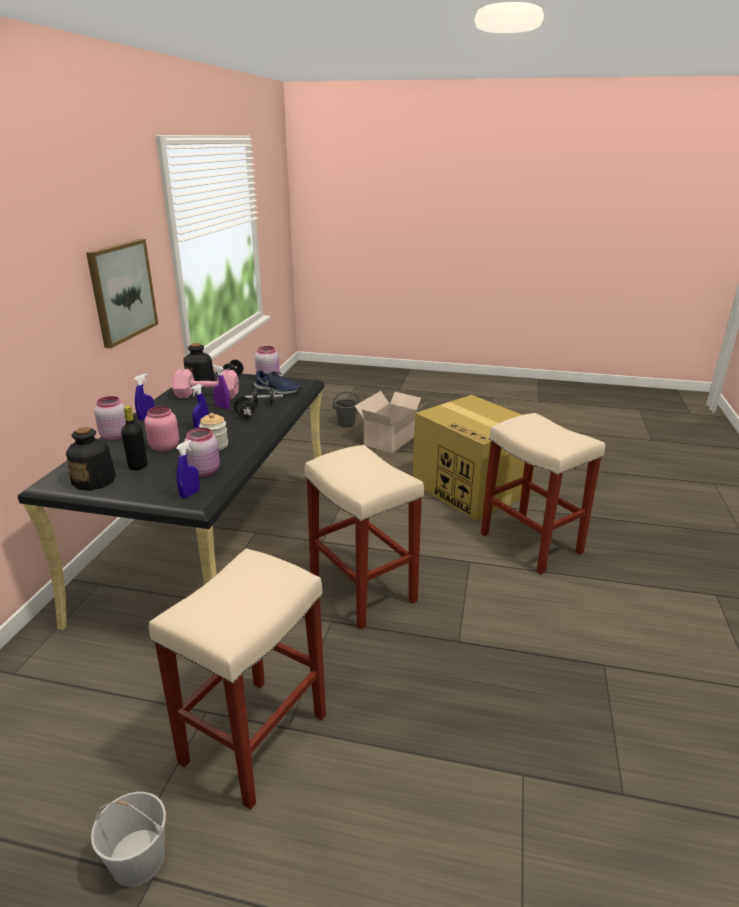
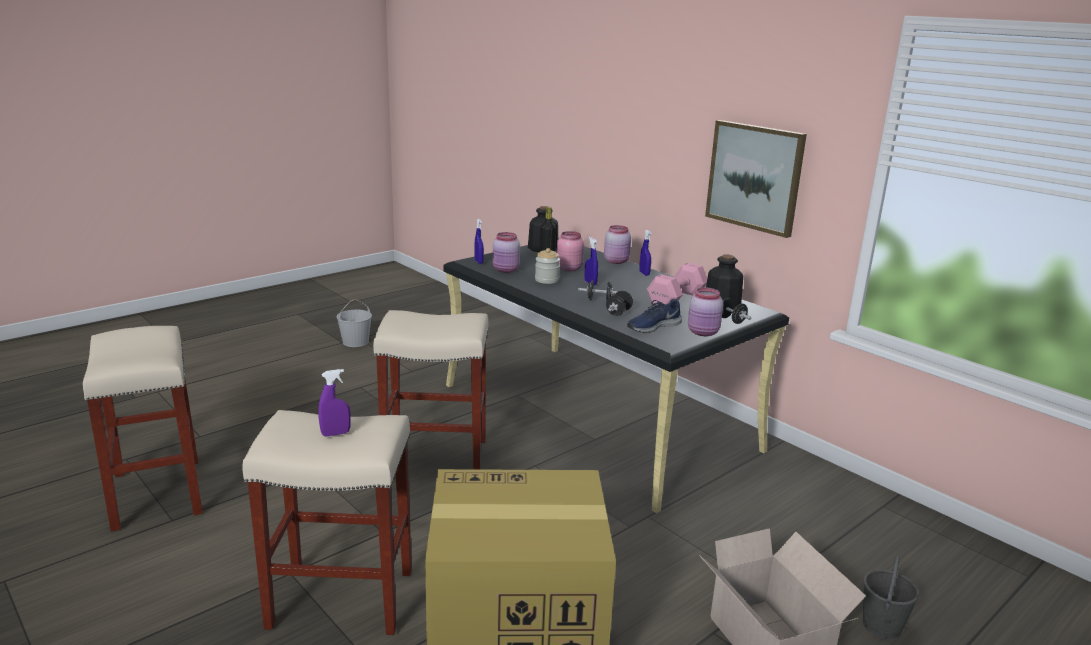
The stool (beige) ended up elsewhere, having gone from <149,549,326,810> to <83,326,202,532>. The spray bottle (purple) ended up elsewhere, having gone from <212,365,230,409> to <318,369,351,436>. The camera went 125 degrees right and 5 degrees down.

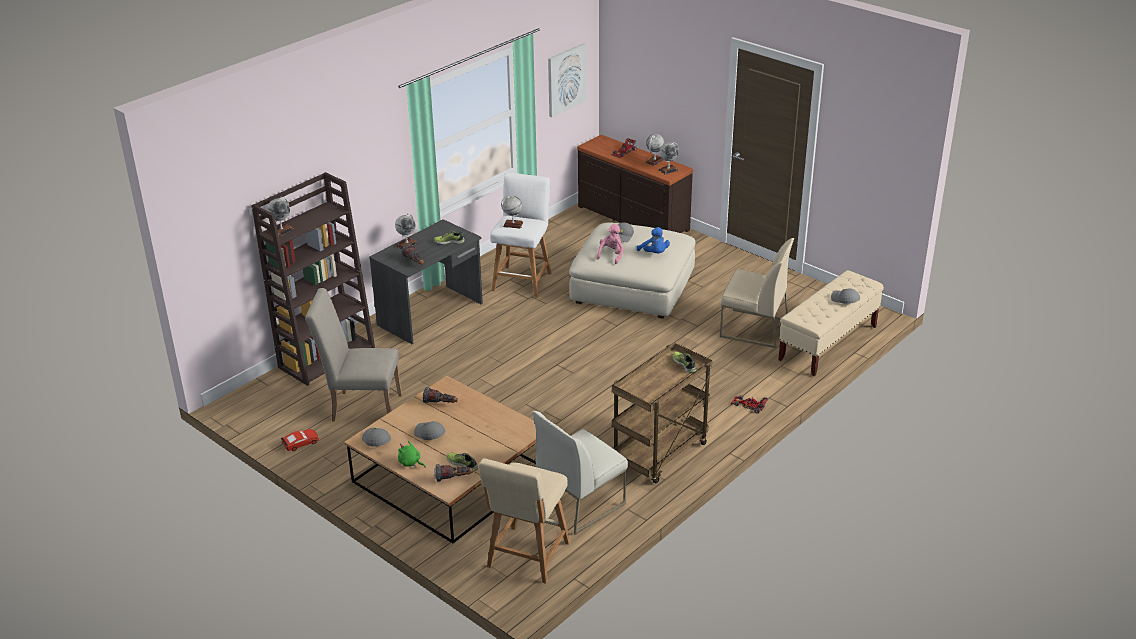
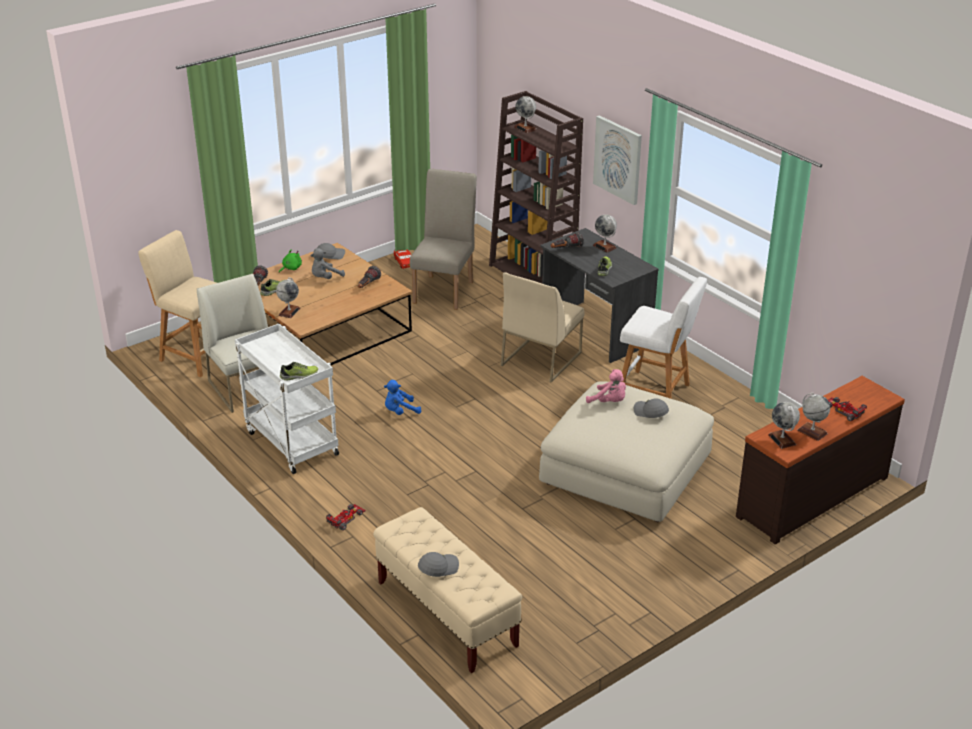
The globe ended up elsewhere, having gone from <501,196,523,229> to <276,278,301,318>. The picture ended up elsewhere, having gone from <548,43,586,117> to <593,115,642,205>. The plush toy (blue) ended up elsewhere, having gone from <637,227,670,253> to <384,380,421,415>. The chair (beige) ended up elsewhere, having gone from <720,238,794,348> to <501,272,585,382>. Where the cap (grey) stood at <414,421,445,440>, the plush toy (grey) came to stand at <310,248,345,279>. What was the cart (brown) at <612,342,712,484> turned into the cart (white) at <235,324,339,474>. The camera went 100 degrees right and 0 degrees up.

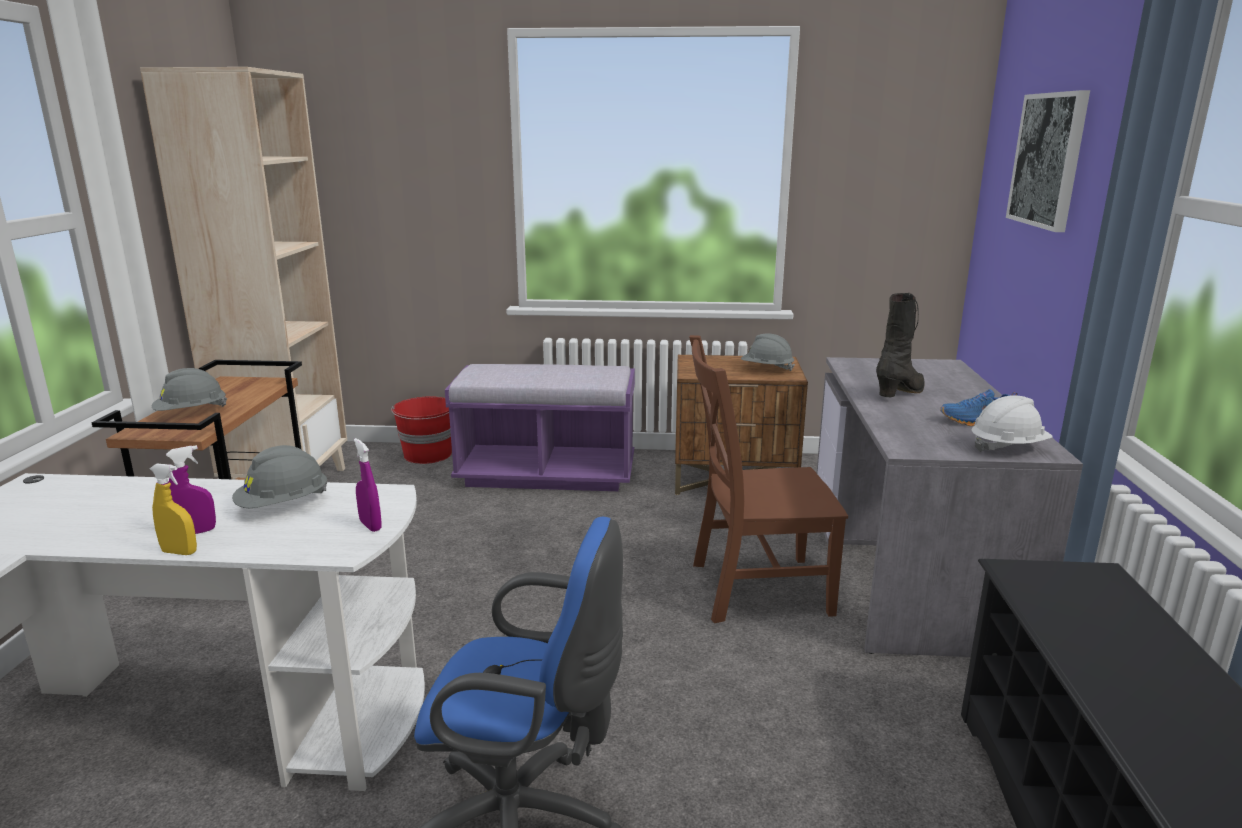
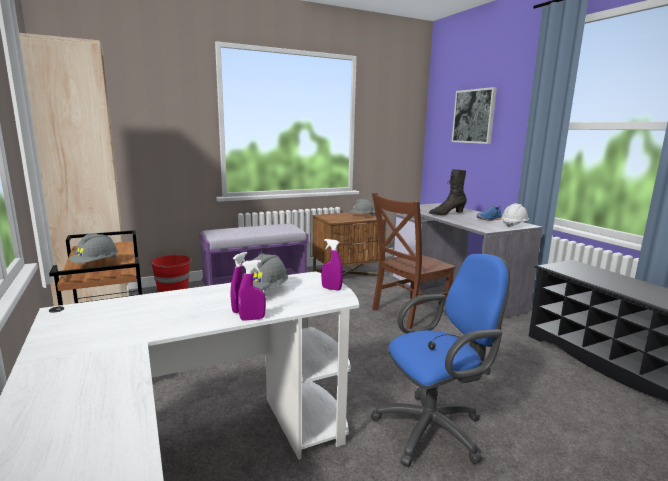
What was the spray bottle (yellow) at <150,464,197,555> turned into the spray bottle (purple) at <238,260,266,321>. The boot (black) at <876,293,925,397> ended up facing another way, 120 degrees counterclockwise from before. The camera went 30 degrees left and 5 degrees down.

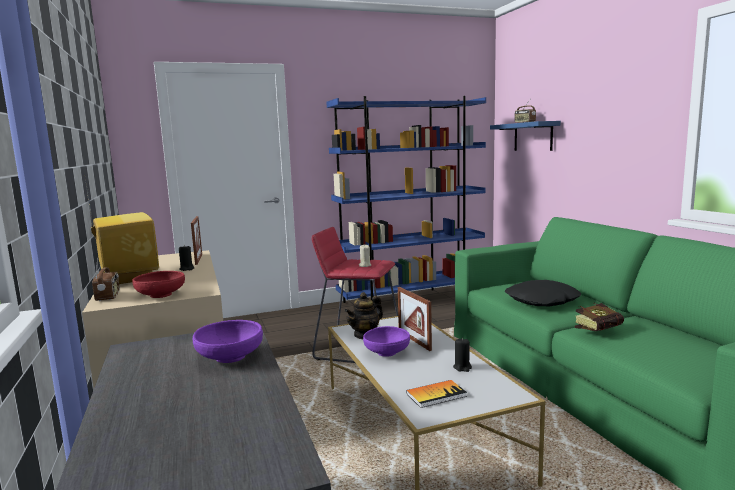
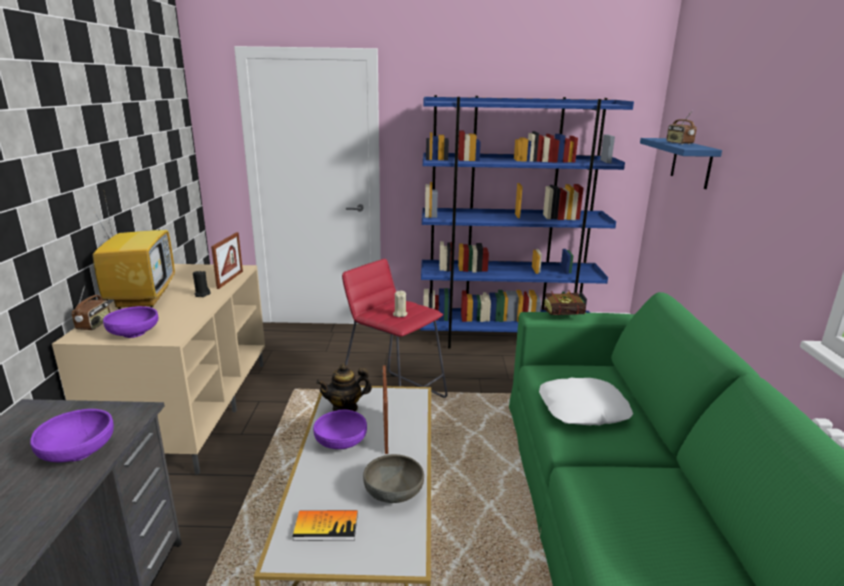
The book ended up elsewhere, having gone from <575,302,624,331> to <543,291,586,315>. Where the candle (black) stood at <453,338,472,372>, the bowl (grey) came to stand at <363,454,424,503>. What was the bowl (red) at <132,271,185,298> turned into the bowl (purple) at <103,306,158,338>. What was the pillow (black) at <505,280,581,306> turned into the pillow (white) at <539,377,633,426>. The camera went 20 degrees right and 10 degrees up.

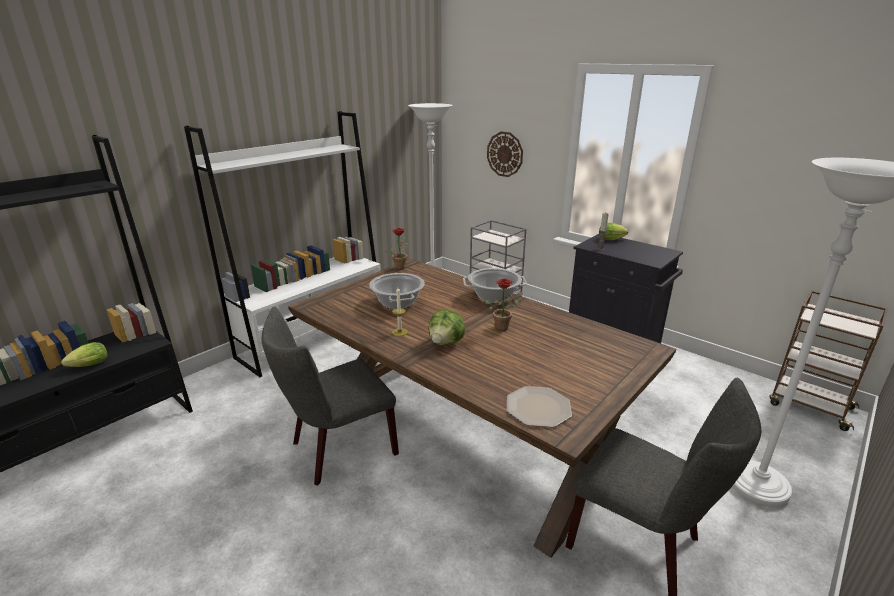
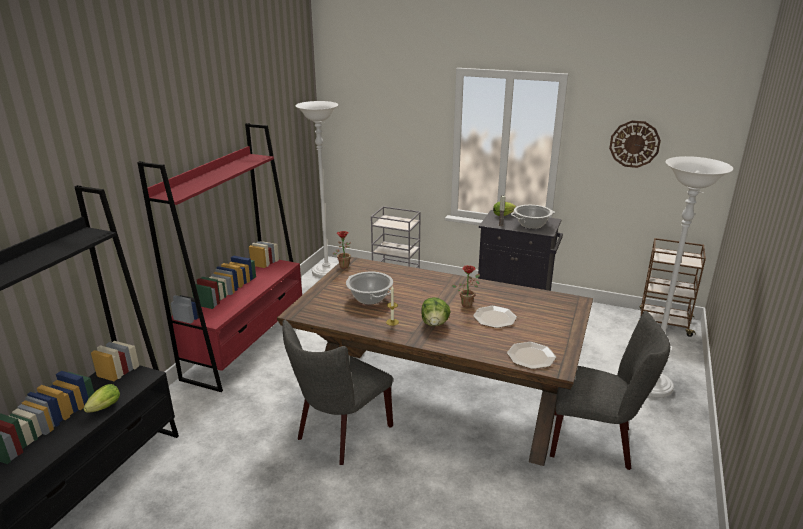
The second view gained the plate at <473,306,517,328>. The cooking pot ended up elsewhere, having gone from <463,268,527,304> to <511,205,555,229>. The wall clock ended up elsewhere, having gone from <487,132,523,177> to <609,120,661,168>. What was the bookcase (white) at <184,111,381,377> turned into the bookcase (red) at <137,123,302,392>. The camera went 20 degrees left and 0 degrees up.

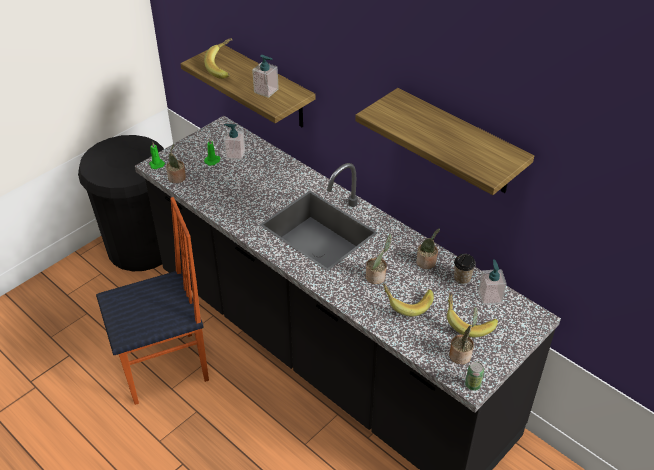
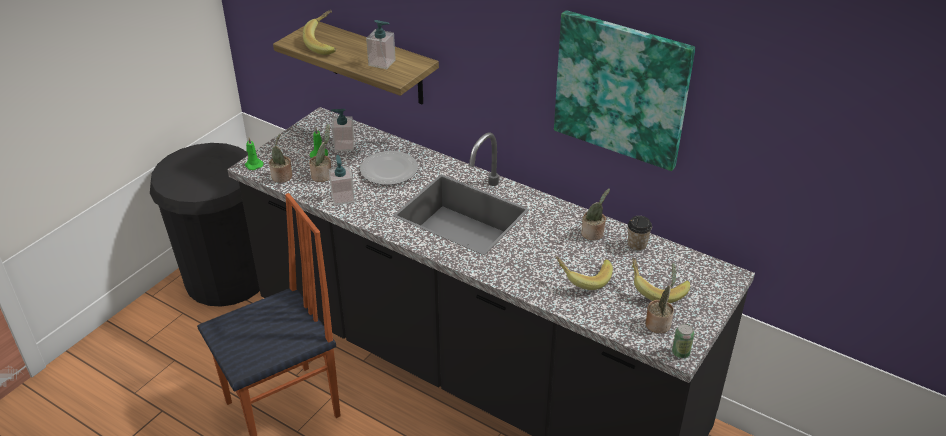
The second view gained the plate at <360,151,418,185>. The potted plant ended up elsewhere, having gone from <366,234,392,284> to <309,124,331,182>. The soap dispenser ended up elsewhere, having gone from <478,259,507,305> to <328,155,355,205>. Where the shelf hung at <355,88,534,195>, the picture came to hang at <554,10,695,171>. The camera went 10 degrees left and 5 degrees down.

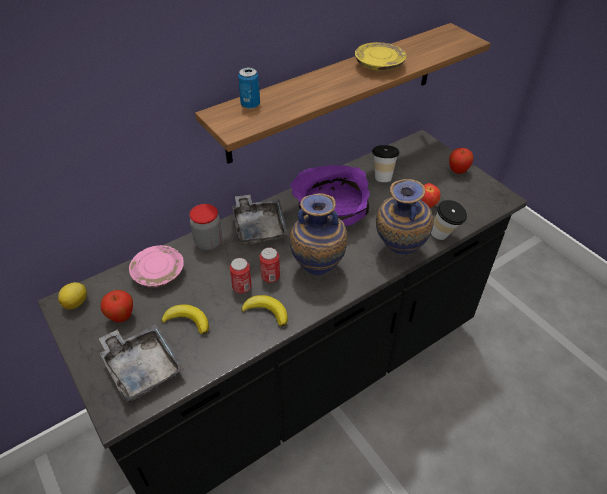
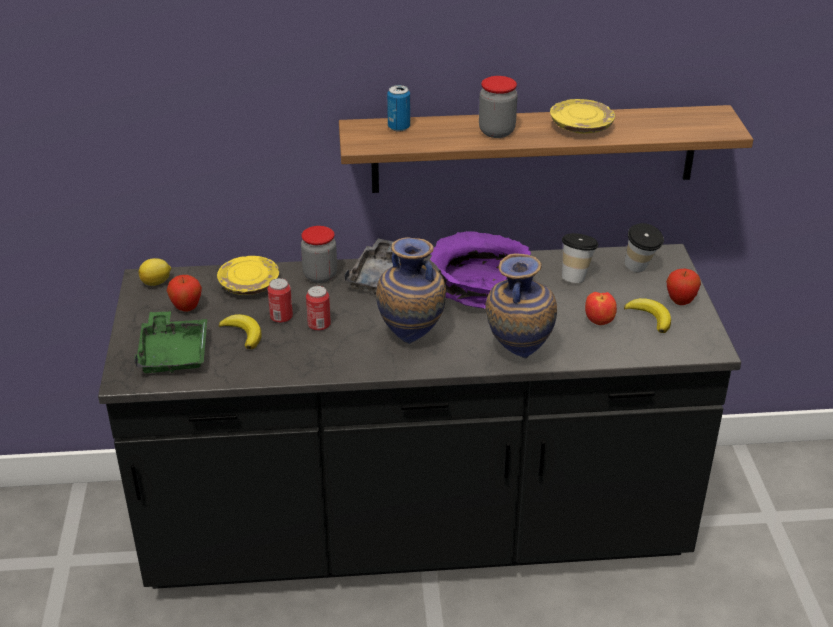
The second view gained the jar at <479,76,518,138>. The banana ended up elsewhere, having gone from <241,295,288,327> to <624,298,671,333>. The can ended up elsewhere, having gone from <260,247,280,283> to <268,278,293,323>. The cup ended up elsewhere, having gone from <431,200,467,240> to <625,223,664,272>. What was the tray (grey) at <99,324,184,402> turned into the tray (green) at <134,311,207,373>. What was the plate (pink) at <129,245,184,288> turned into the plate (yellow) at <217,256,279,295>. The camera went 30 degrees right and 10 degrees down.

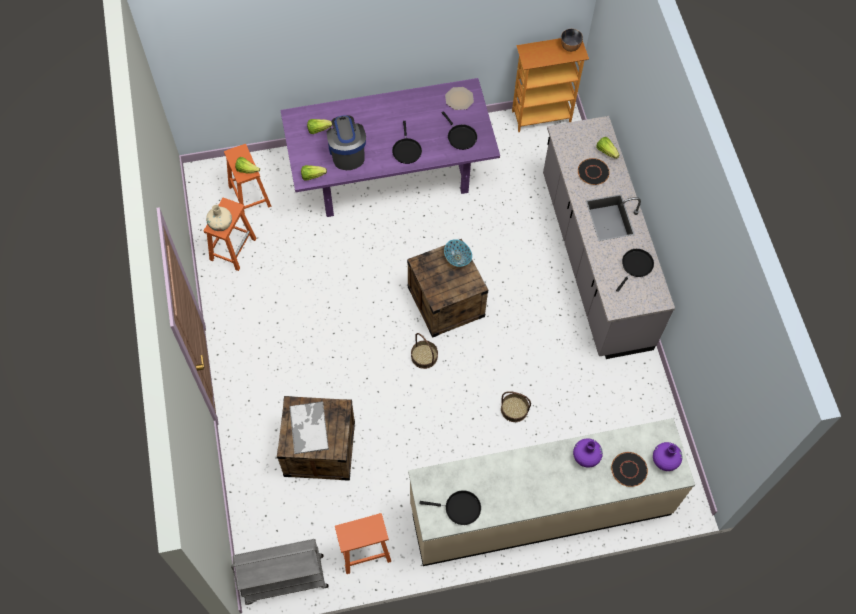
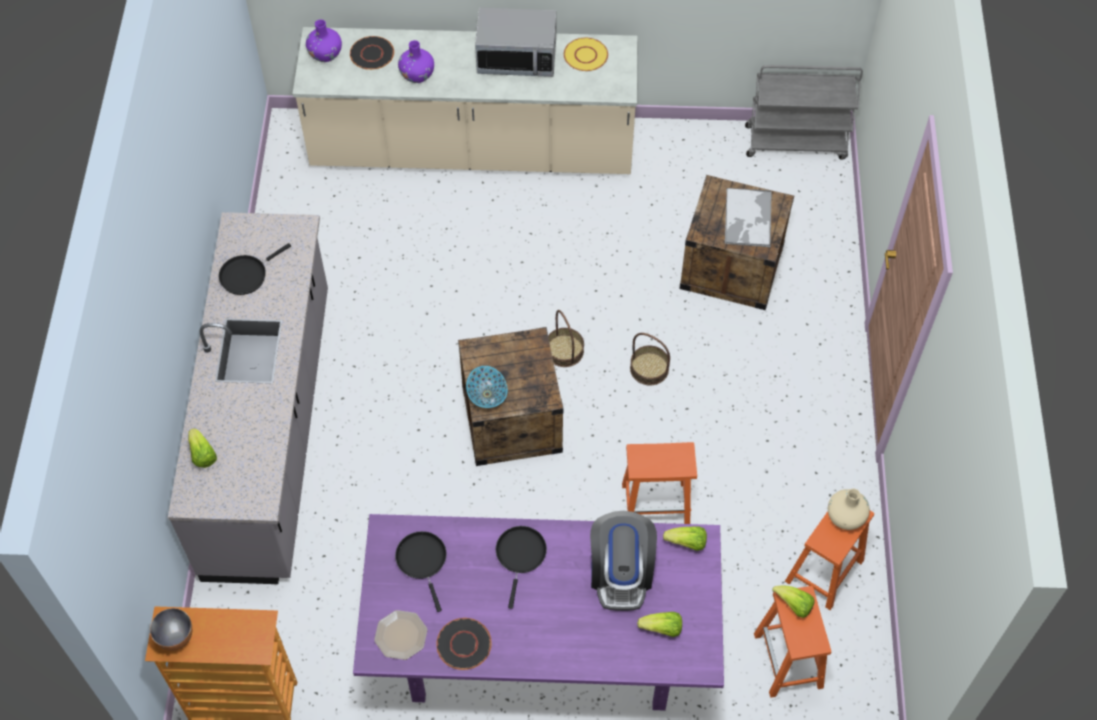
The second view gained the microwave at <475,7,556,77>. The stool (orange) ended up elsewhere, having gone from <335,513,391,574> to <622,442,697,524>. The basket ended up elsewhere, having gone from <501,391,531,422> to <630,333,670,385>. The plate (black) ended up elsewhere, having gone from <578,158,610,185> to <436,618,492,670>. Where the frying pan (black) stood at <419,490,481,525>, the plate (yellow) came to stand at <564,38,608,71>. The camera went 165 degrees left and 5 degrees down.

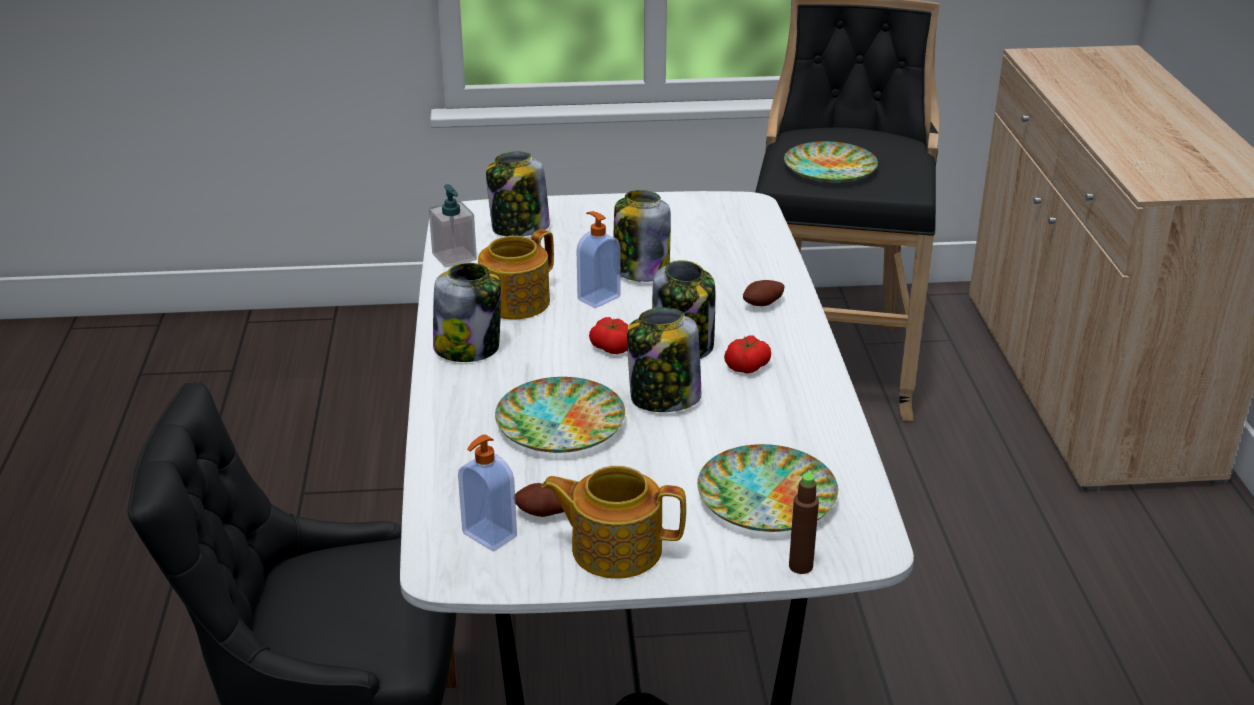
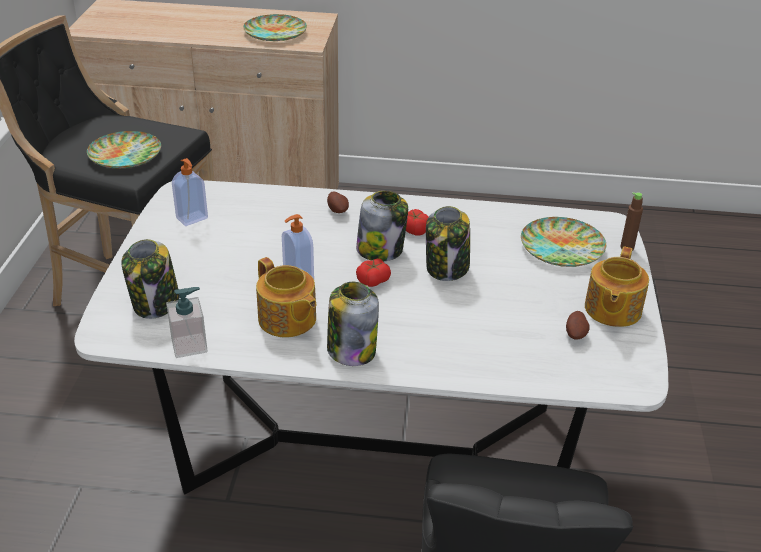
The second view lost the jar at <614,190,671,282>. The soap dispenser ended up elsewhere, having gone from <458,435,517,551> to <172,158,208,226>. The plate ended up elsewhere, having gone from <495,377,625,453> to <243,14,307,41>. The camera went 80 degrees left and 5 degrees up.

